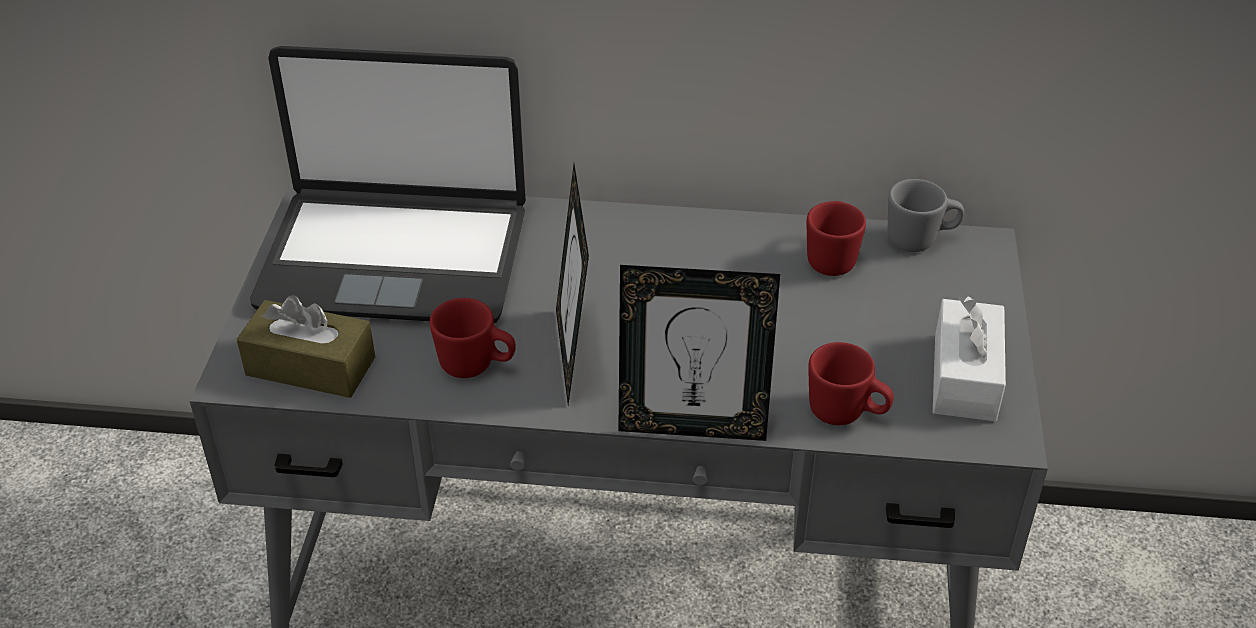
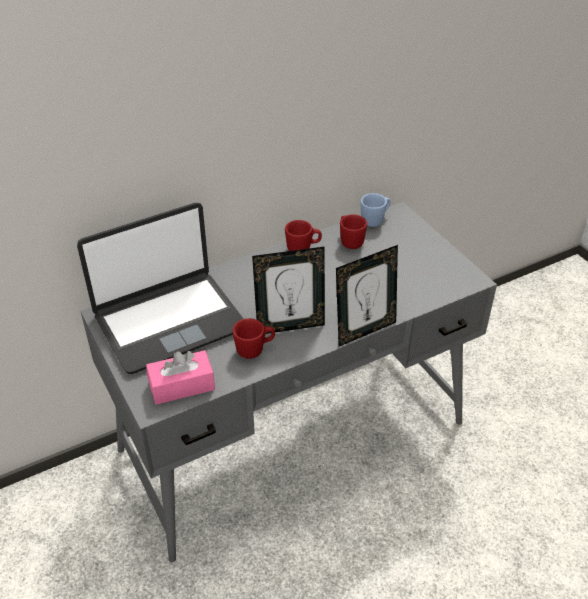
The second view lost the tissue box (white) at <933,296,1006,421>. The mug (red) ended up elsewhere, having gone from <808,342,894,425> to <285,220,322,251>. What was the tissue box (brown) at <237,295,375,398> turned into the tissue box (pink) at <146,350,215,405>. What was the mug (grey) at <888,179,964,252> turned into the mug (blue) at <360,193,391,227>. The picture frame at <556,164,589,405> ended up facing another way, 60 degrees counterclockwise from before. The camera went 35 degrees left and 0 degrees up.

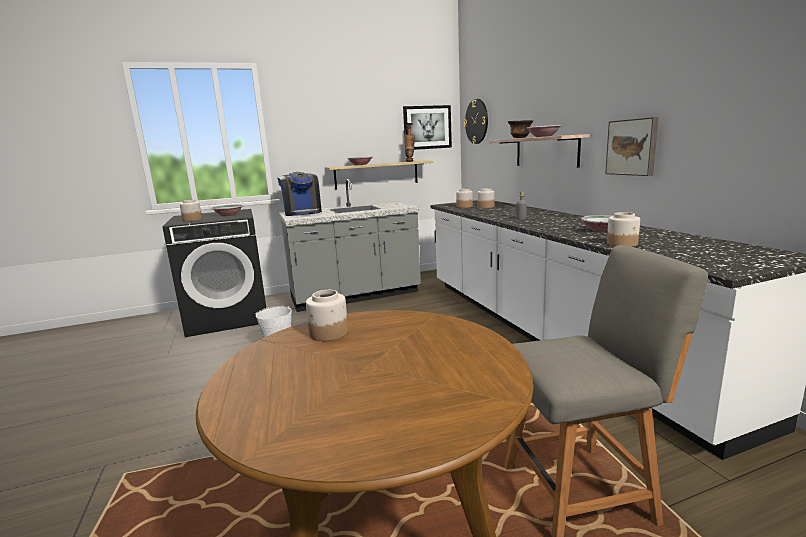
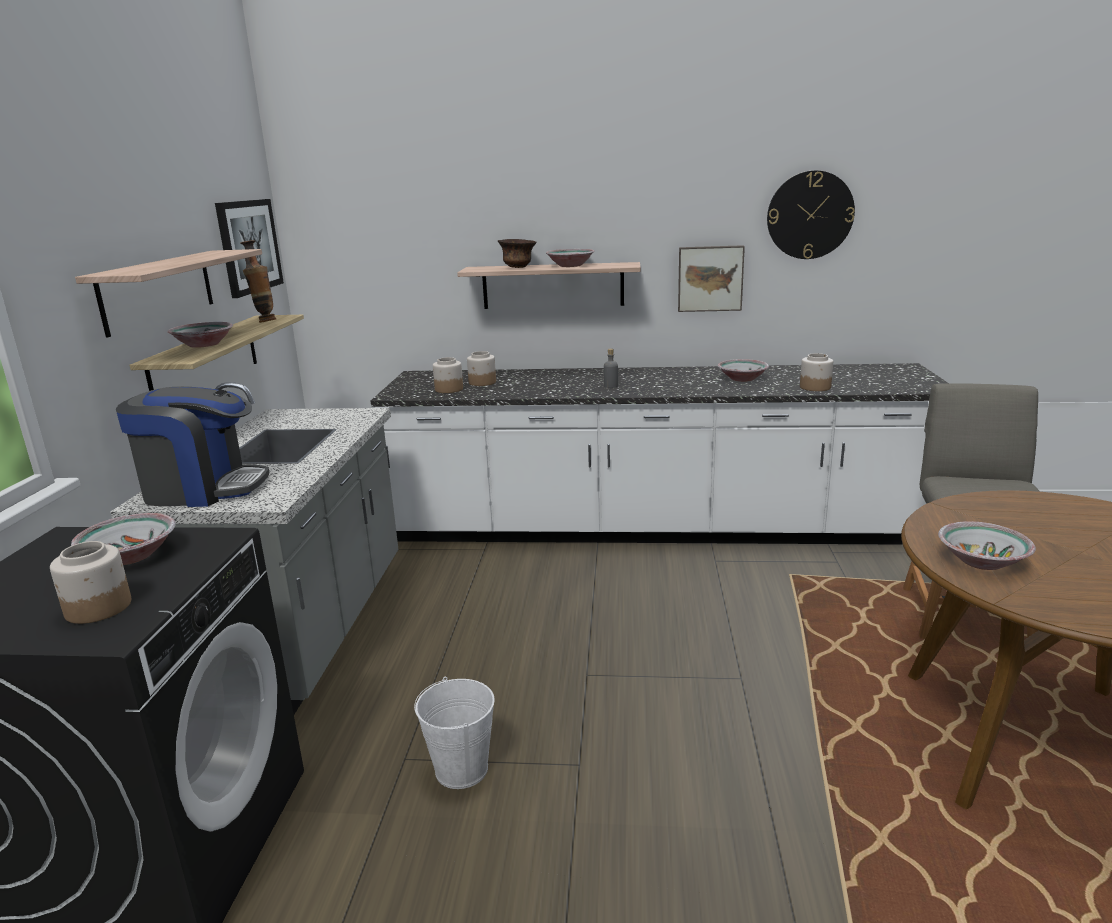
The second view gained the shelf at <75,249,262,338>. The wall clock ended up elsewhere, having gone from <464,99,488,144> to <767,171,855,259>. Where the jar stood at <306,290,348,341>, the bowl came to stand at <938,521,1036,570>. The camera went 65 degrees left and 5 degrees up.

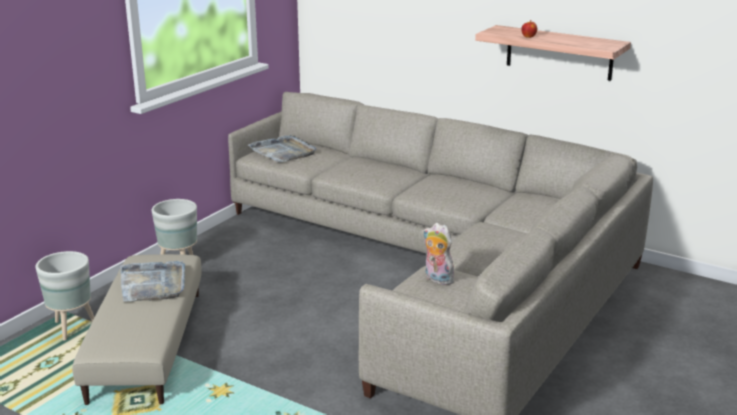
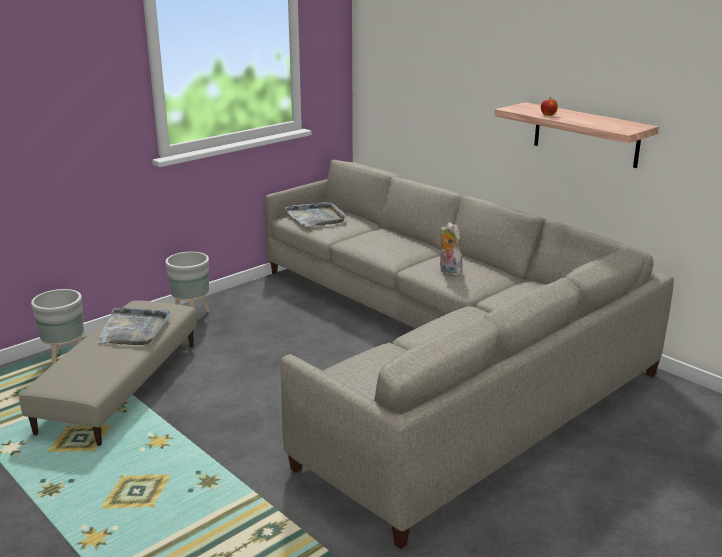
The plush toy ended up elsewhere, having gone from <423,223,454,285> to <440,222,462,276>. The camera went 15 degrees right and 0 degrees up.

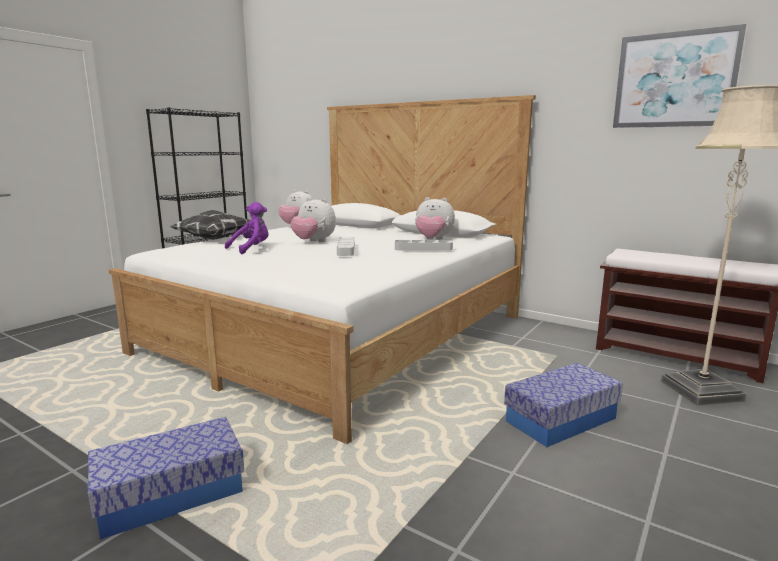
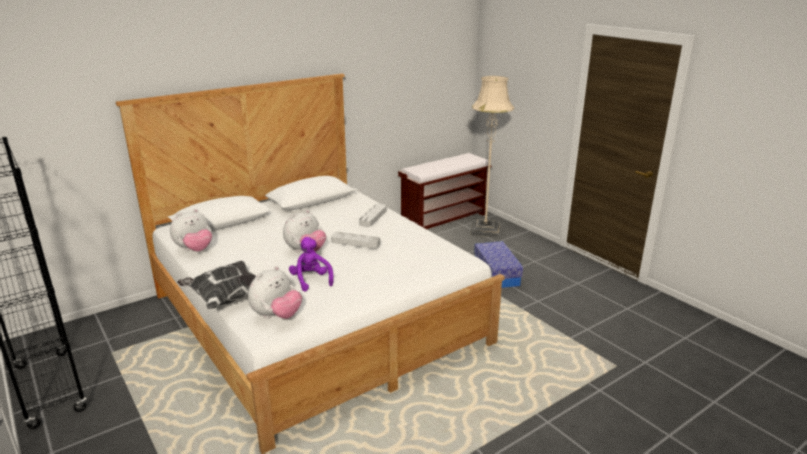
The second view lost the storage box at <88,417,245,540>. The second view lost the picture at <613,24,746,128>. The plush toy ended up elsewhere, having gone from <415,197,455,240> to <248,266,302,319>. The camera went 70 degrees left and 10 degrees up.

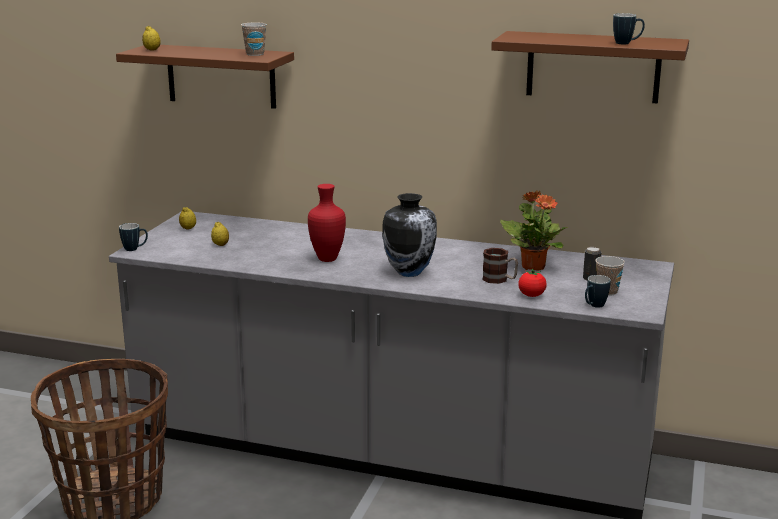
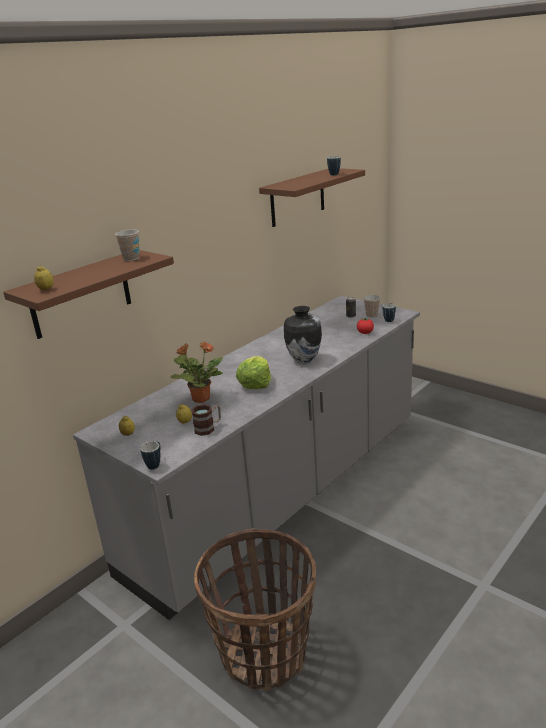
The mug ended up elsewhere, having gone from <482,248,518,284> to <191,404,221,436>. The potted plant ended up elsewhere, having gone from <500,191,568,271> to <170,341,223,403>. Where the vase (red) stood at <308,184,346,262>, the lettuce came to stand at <236,356,271,389>. The camera went 65 degrees left and 5 degrees up.

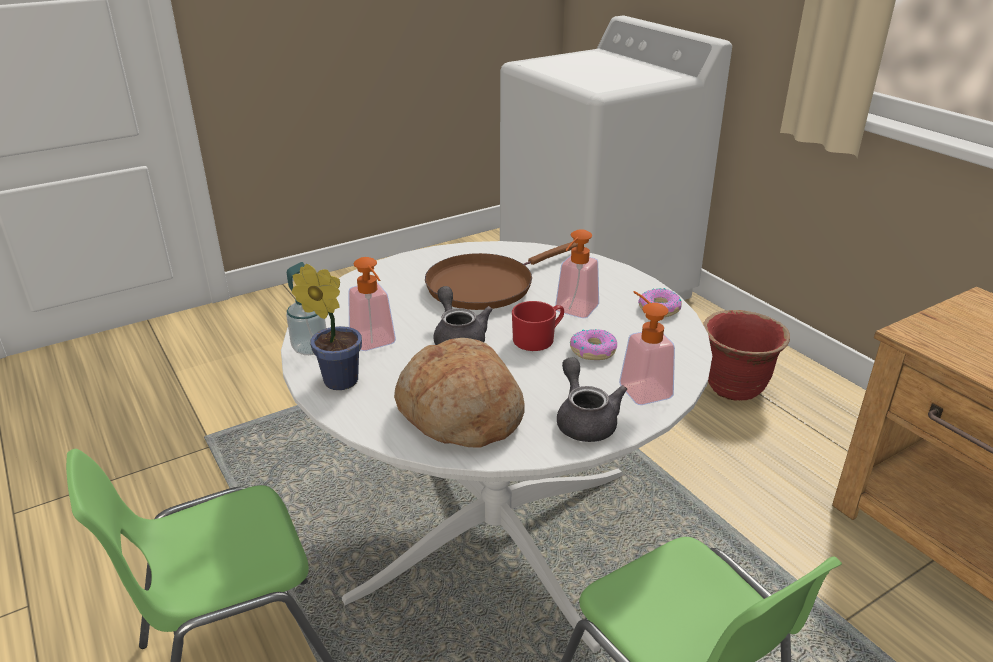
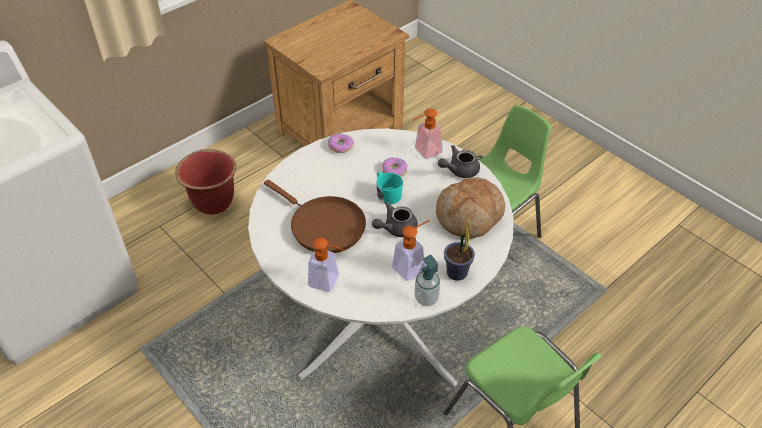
The soap dispenser ended up elsewhere, having gone from <555,229,599,318> to <308,238,345,292>. What was the mug (red) at <512,301,564,351> turned into the mug (turquoise) at <377,171,403,204>. The camera went 100 degrees left and 15 degrees up.

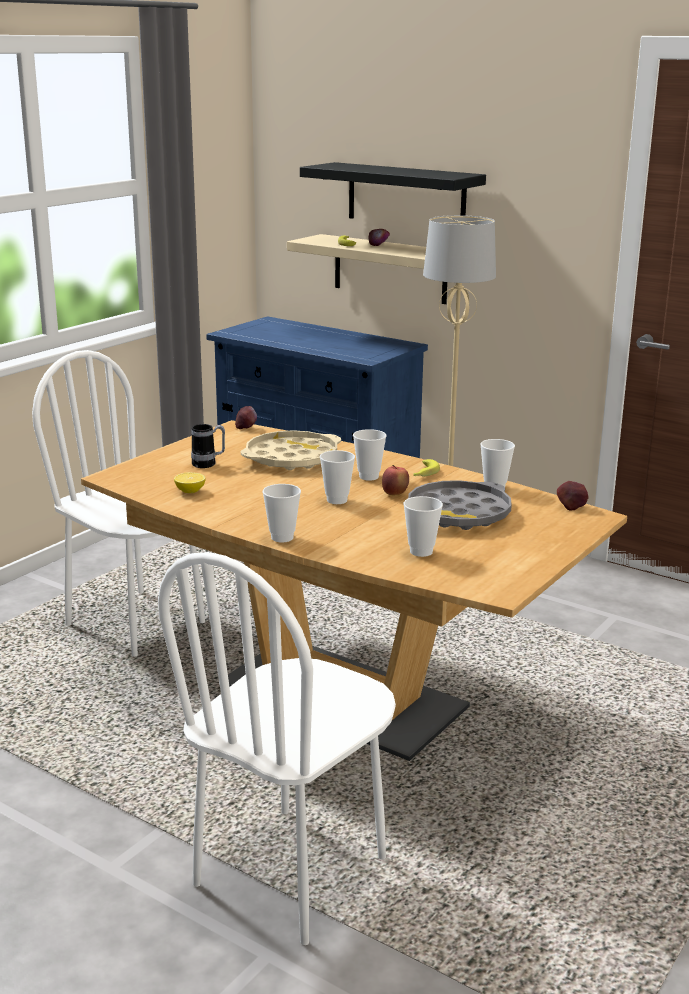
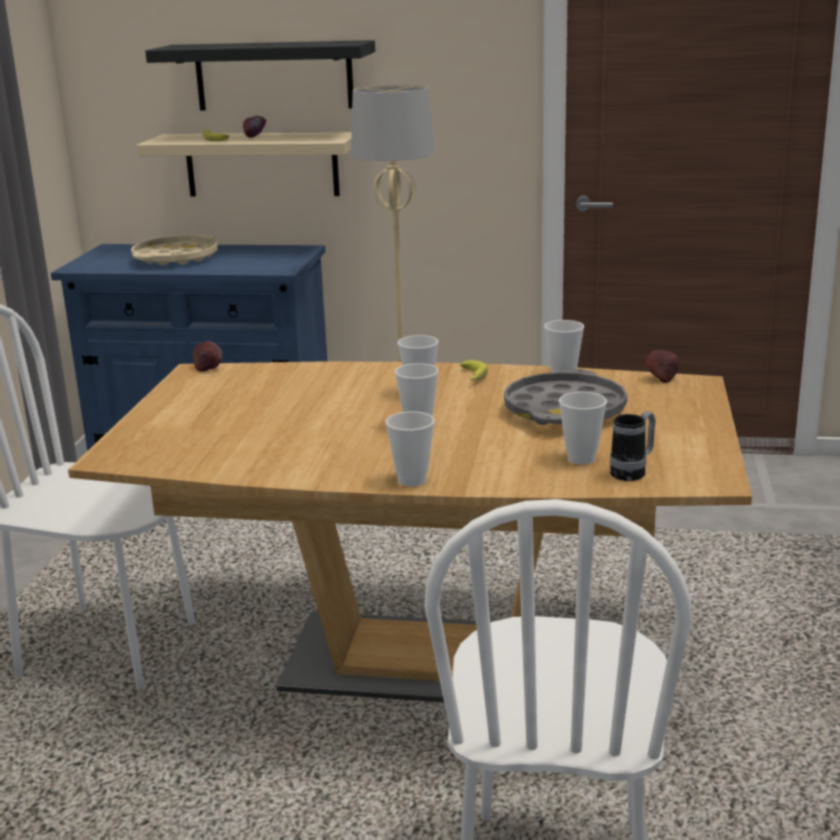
The second view lost the lemon at <174,472,206,493>. The second view lost the apple at <382,465,409,495>. The mug ended up elsewhere, having gone from <191,424,225,468> to <610,411,656,481>. The tray (beige) ended up elsewhere, having gone from <241,430,341,470> to <131,235,218,266>. The camera went 25 degrees left and 0 degrees up.

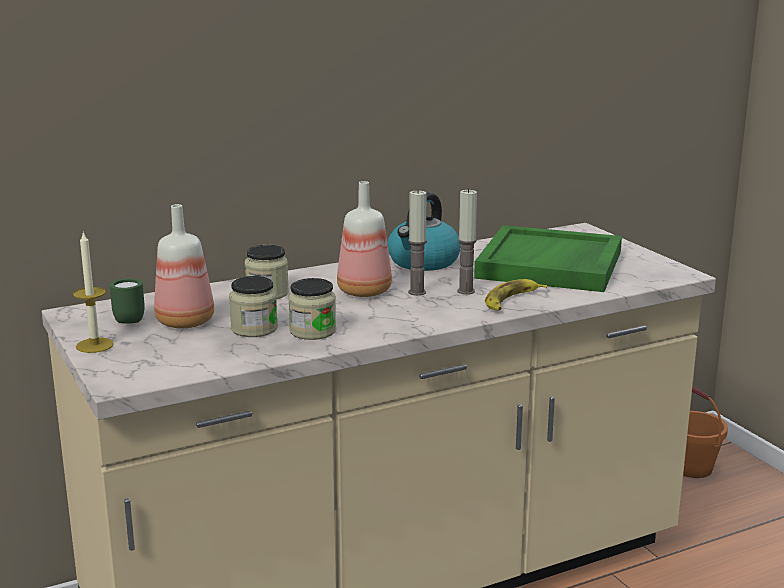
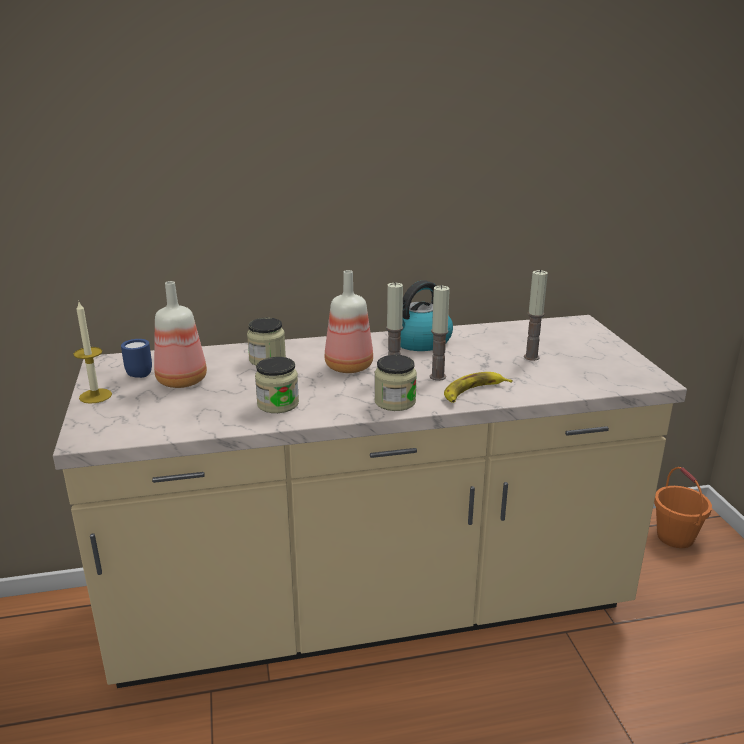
The jar ended up elsewhere, having gone from <229,276,278,337> to <375,355,417,411>. Where the tray (green) stood at <474,225,622,292>, the candle came to stand at <524,270,548,361>. What was the mug (green) at <110,278,145,324> turned into the mug (blue) at <121,339,152,378>. The camera went 15 degrees right and 5 degrees up.

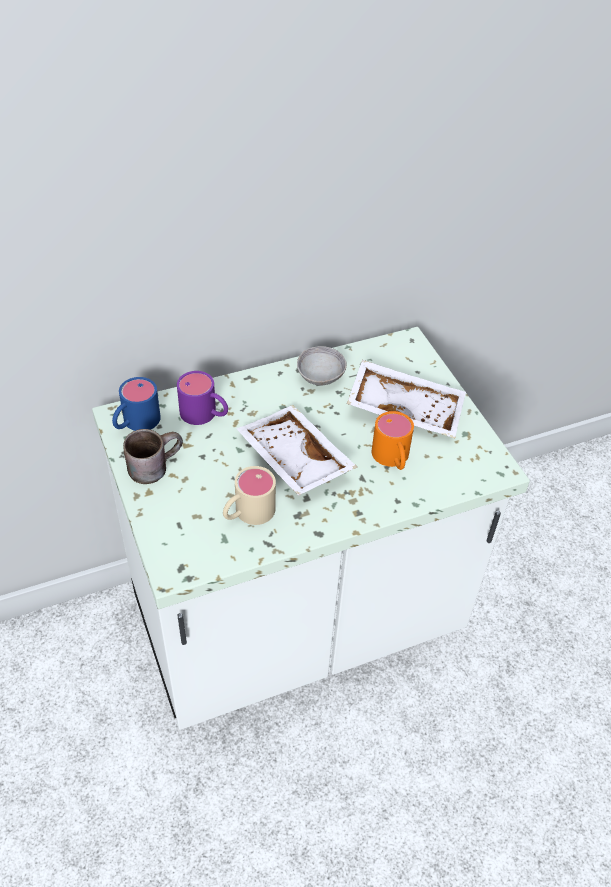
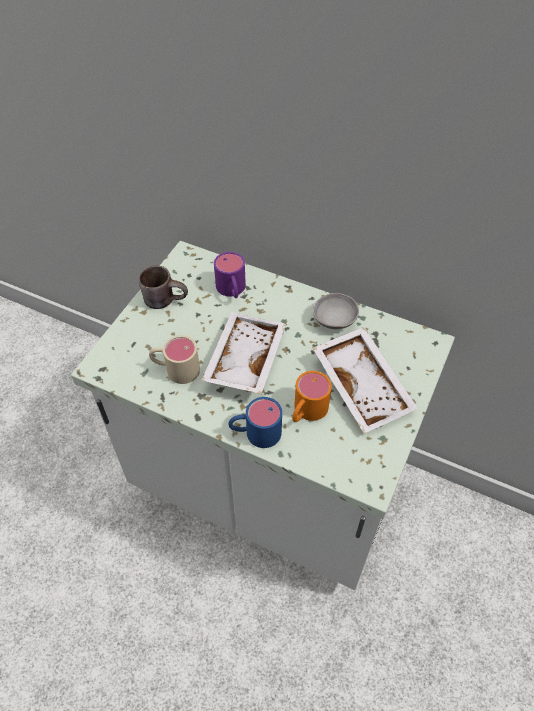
The mug (blue) ended up elsewhere, having gone from <112,377,161,431> to <228,397,282,448>. The camera went 50 degrees right and 5 degrees up.

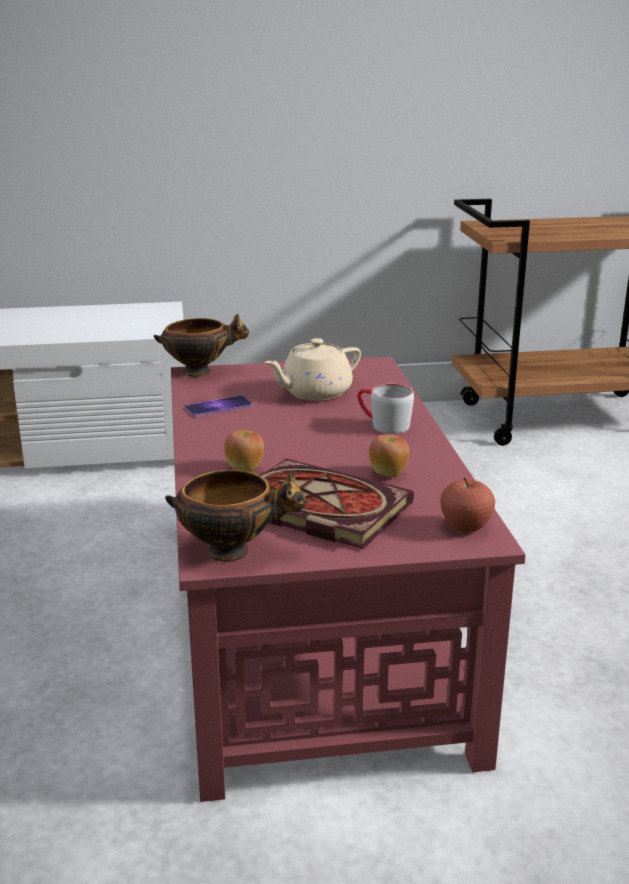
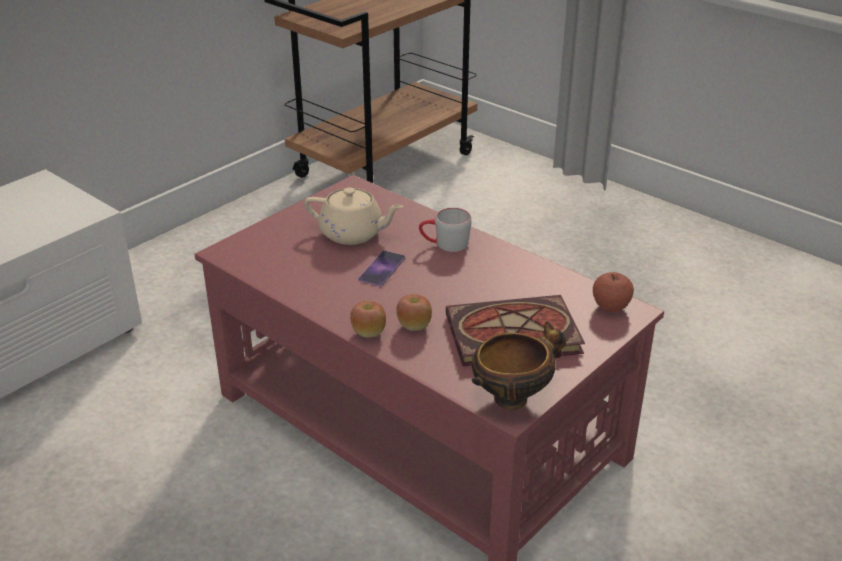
The second view lost the bowl at <154,314,249,377>. The phone ended up elsewhere, having gone from <184,395,252,417> to <358,251,405,287>. The apple ended up elsewhere, having gone from <369,434,409,477> to <350,301,386,338>. The teapot (beige) at <265,338,361,401> ended up facing another way, 90 degrees counterclockwise from before. The camera went 40 degrees left and 10 degrees up.

